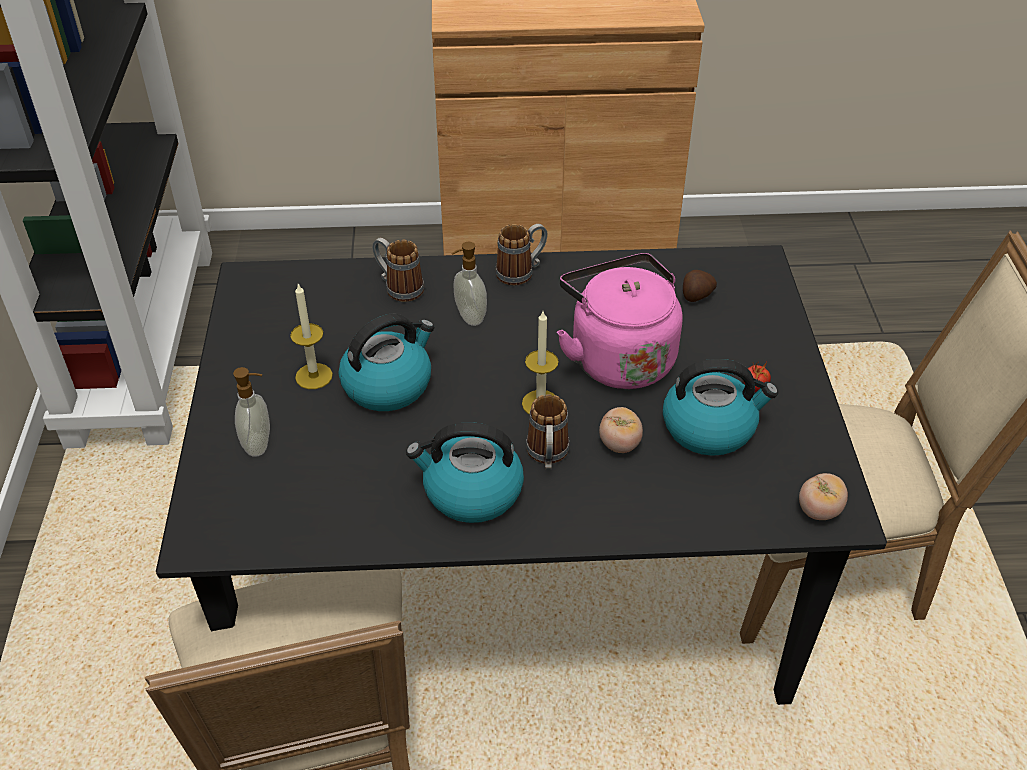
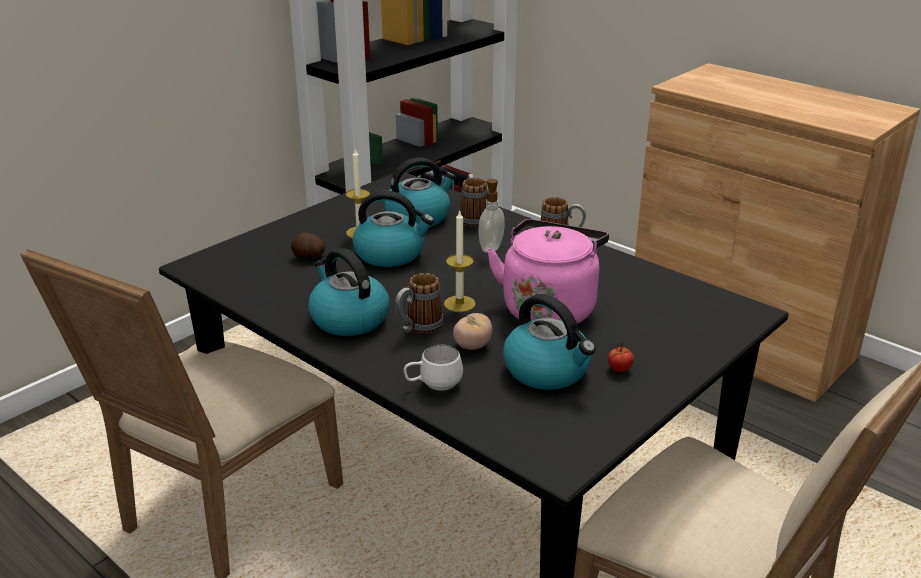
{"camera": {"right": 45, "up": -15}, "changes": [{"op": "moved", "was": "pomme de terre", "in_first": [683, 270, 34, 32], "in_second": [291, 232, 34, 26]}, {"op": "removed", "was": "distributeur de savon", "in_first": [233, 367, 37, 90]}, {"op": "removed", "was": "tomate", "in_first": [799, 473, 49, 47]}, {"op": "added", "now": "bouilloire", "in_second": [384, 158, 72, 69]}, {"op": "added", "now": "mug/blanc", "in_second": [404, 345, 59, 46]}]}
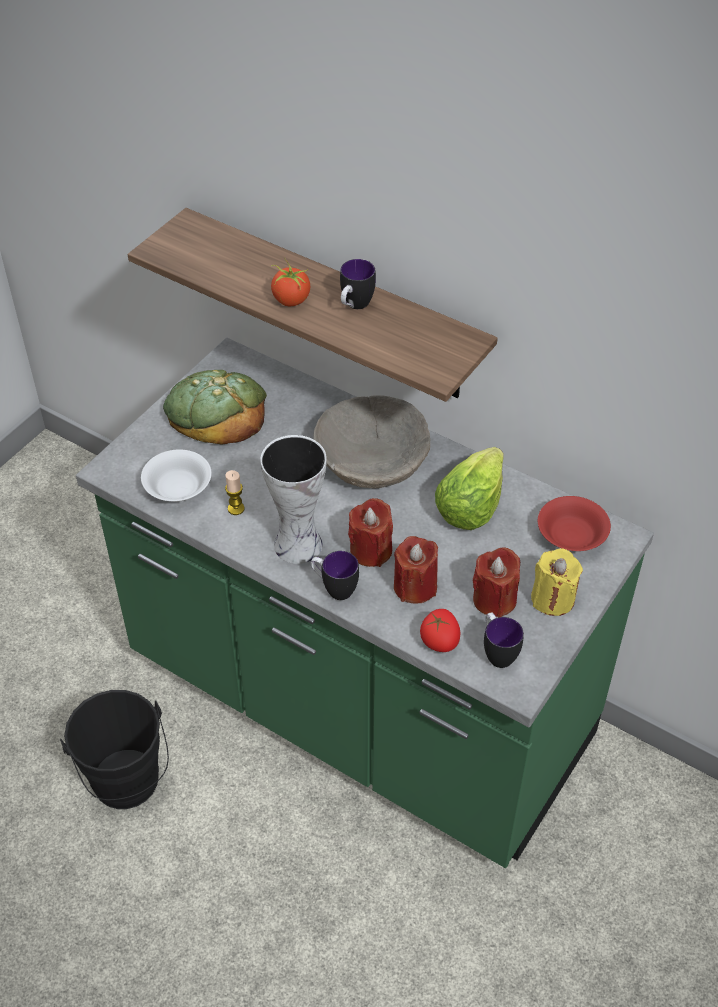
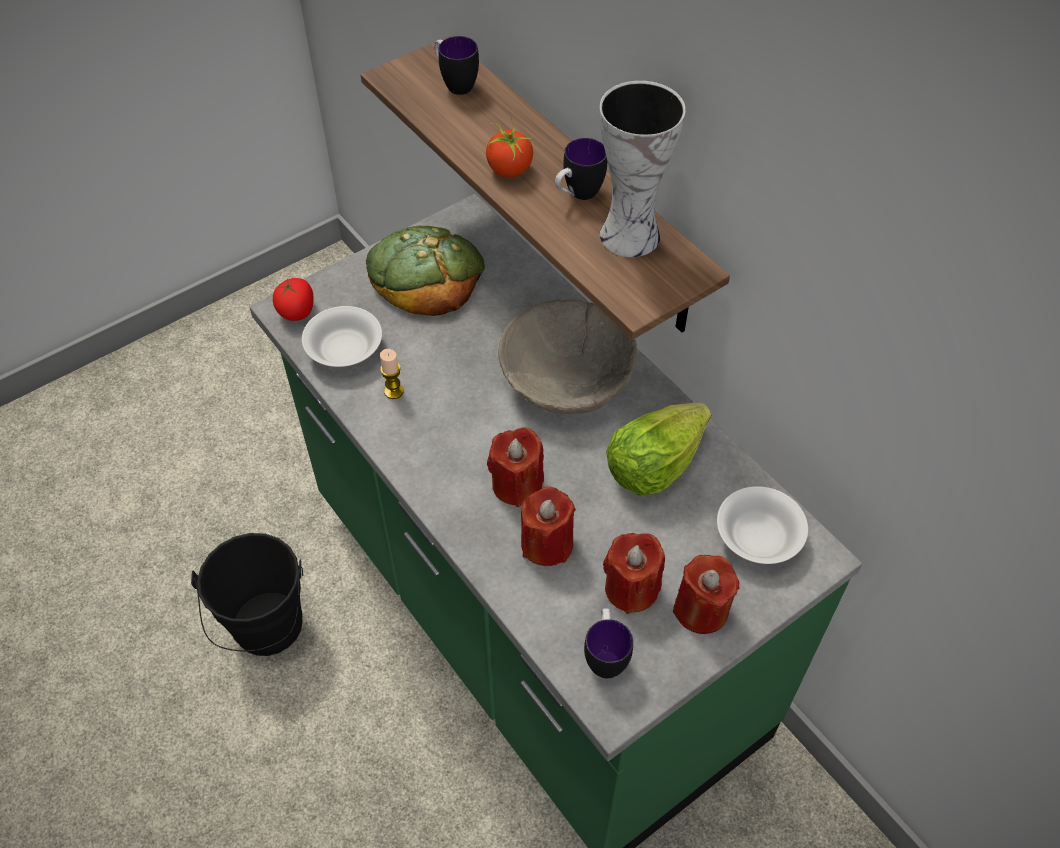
{"camera": {"right": 20, "up": 5}, "changes": [{"op": "moved", "was": "vase", "in_first": [260, 435, 67, 129], "in_second": [599, 81, 87, 176]}, {"op": "recoloured", "was": "bol/rouge", "now": "bol/blanc", "in_first": [538, 496, 73, 55], "in_second": [717, 486, 91, 78]}, {"op": "recoloured", "was": "bougie/jaune", "now": "bougie/rouge", "in_first": [531, 548, 52, 68], "in_second": [673, 555, 66, 79]}, {"op": "moved", "was": "mug", "in_first": [310, 551, 49, 49], "in_second": [434, 36, 45, 59]}, {"op": "moved", "was": "tomate", "in_first": [420, 609, 40, 43], "in_second": [273, 278, 40, 43]}]}
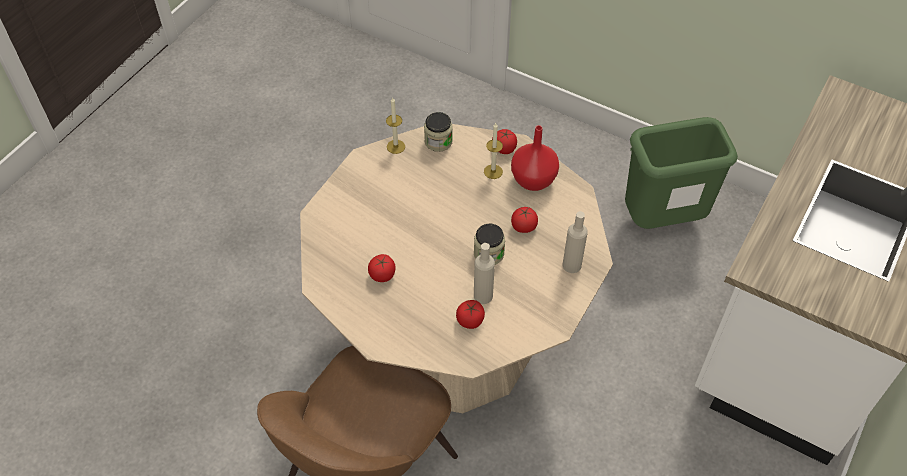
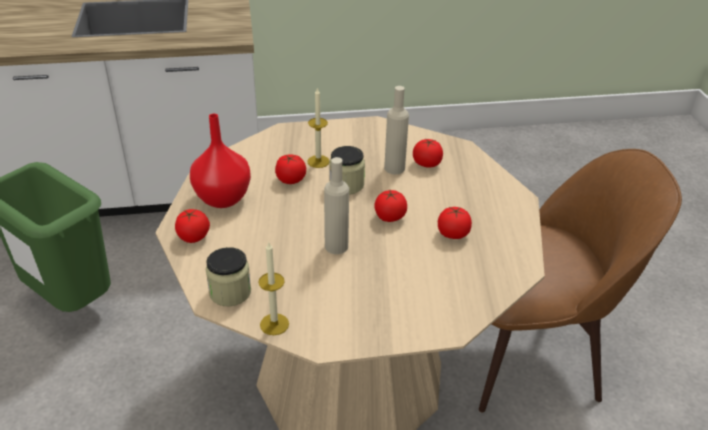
{"camera": {"right": -130, "up": -15}, "changes": [{"op": "moved", "was": "bougie", "in_first": [484, 123, 19, 56], "in_second": [307, 87, 22, 81]}, {"op": "moved", "was": "bouteille/beige", "in_first": [563, 211, 25, 62], "in_second": [324, 157, 25, 97]}, {"op": "added", "now": "tomate", "in_second": [374, 190, 33, 32]}]}
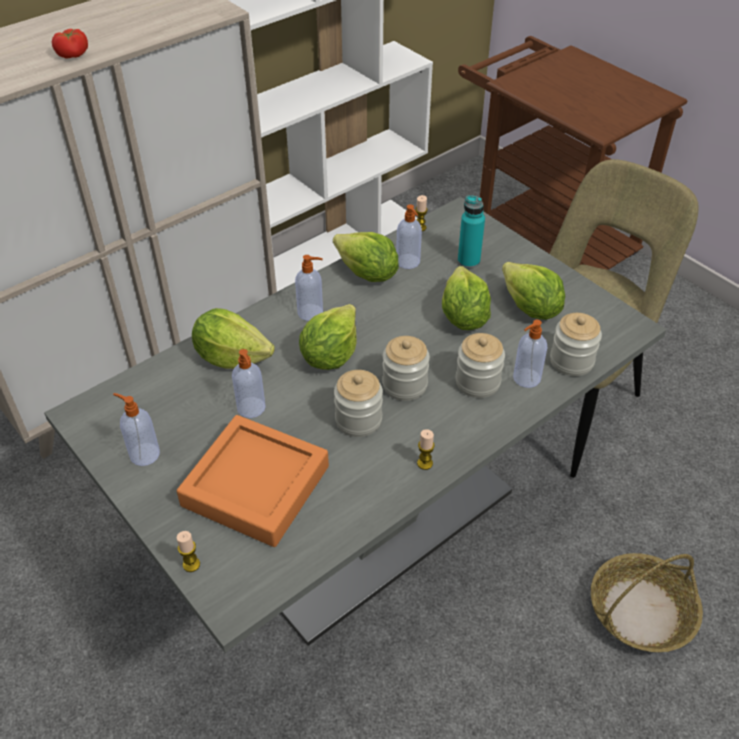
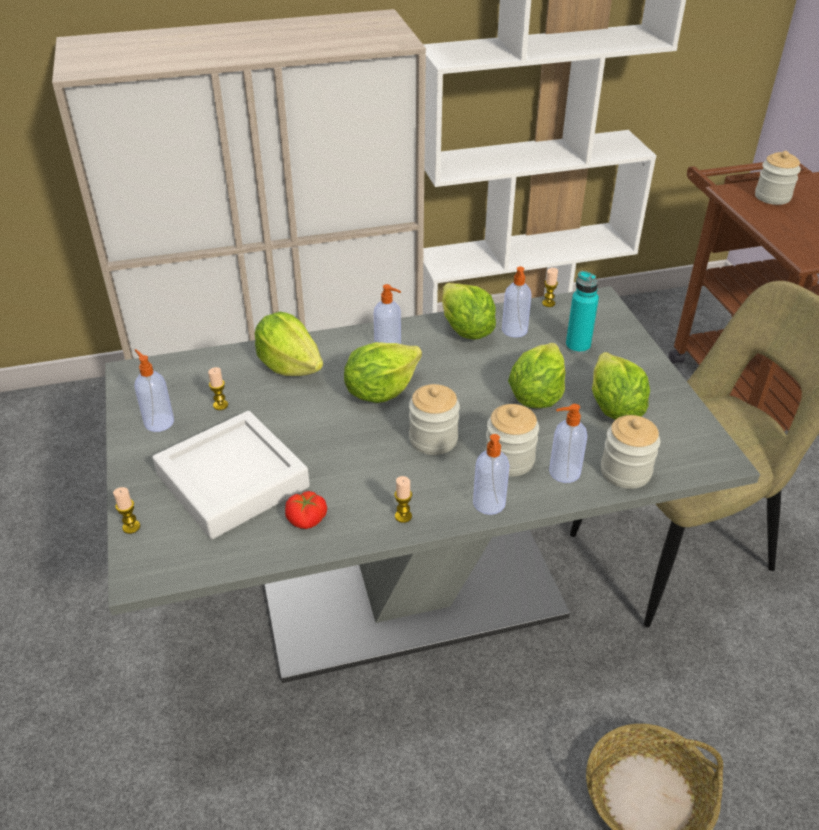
{"camera": {"right": 25, "up": -5}, "changes": [{"op": "moved", "was": "tomate", "in_first": [52, 29, 36, 29], "in_second": [285, 491, 42, 38]}, {"op": "moved", "was": "distributeur de savon", "in_first": [232, 349, 34, 69], "in_second": [473, 434, 36, 81]}, {"op": "moved", "was": "bocal", "in_first": [334, 370, 49, 67], "in_second": [755, 151, 46, 54]}, {"op": "recoloured", "was": "plateau/orange", "now": "plateau/blanc", "in_first": [177, 415, 152, 132], "in_second": [152, 411, 158, 128]}, {"op": "added", "now": "bougie", "in_second": [208, 367, 20, 43]}]}
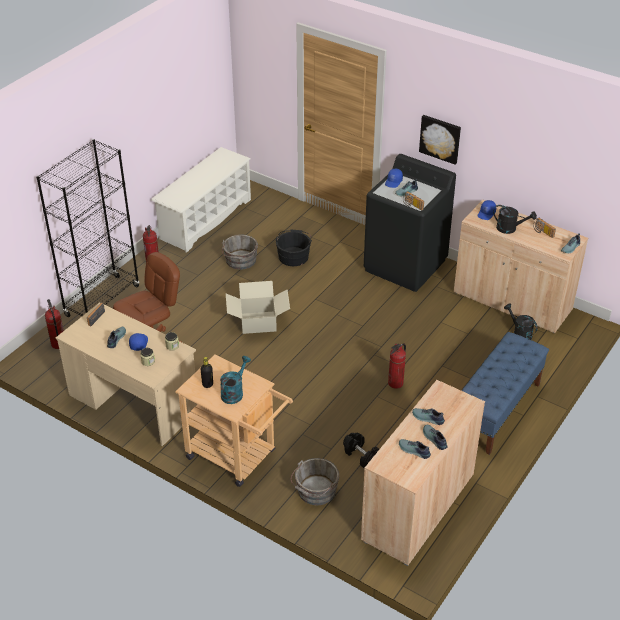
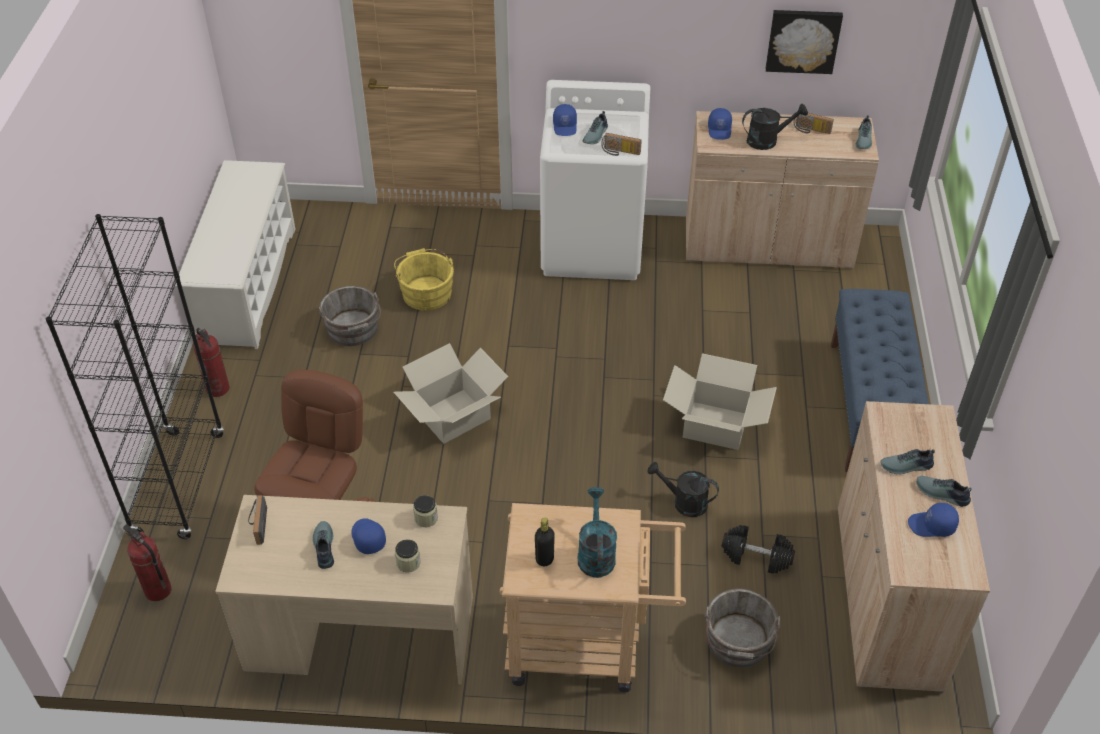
{"camera": {"right": -30, "up": 5}, "changes": [{"op": "moved", "was": "tableau", "in_first": [419, 115, 42, 50], "in_second": [766, 10, 77, 64]}, {"op": "recoloured", "was": "lave-linge/noir", "now": "lave-linge/blanc", "in_first": [364, 154, 92, 138], "in_second": [540, 80, 110, 200]}, {"op": "recoloured", "was": "seau/noir", "now": "seau/jaune", "in_first": [276, 229, 36, 37], "in_second": [394, 248, 60, 63]}, {"op": "moved", "was": "arrosoir/noir", "in_first": [504, 304, 34, 36], "in_second": [647, 462, 72, 55]}, {"op": "replaced", "was": "extincteur", "now": "carton", "in_first": [388, 343, 18, 46], "in_second": [663, 353, 114, 97]}, {"op": "replaced", "was": "chaussure", "now": "casquette/bleu", "in_first": [399, 439, 32, 20], "in_second": [908, 503, 51, 34]}]}
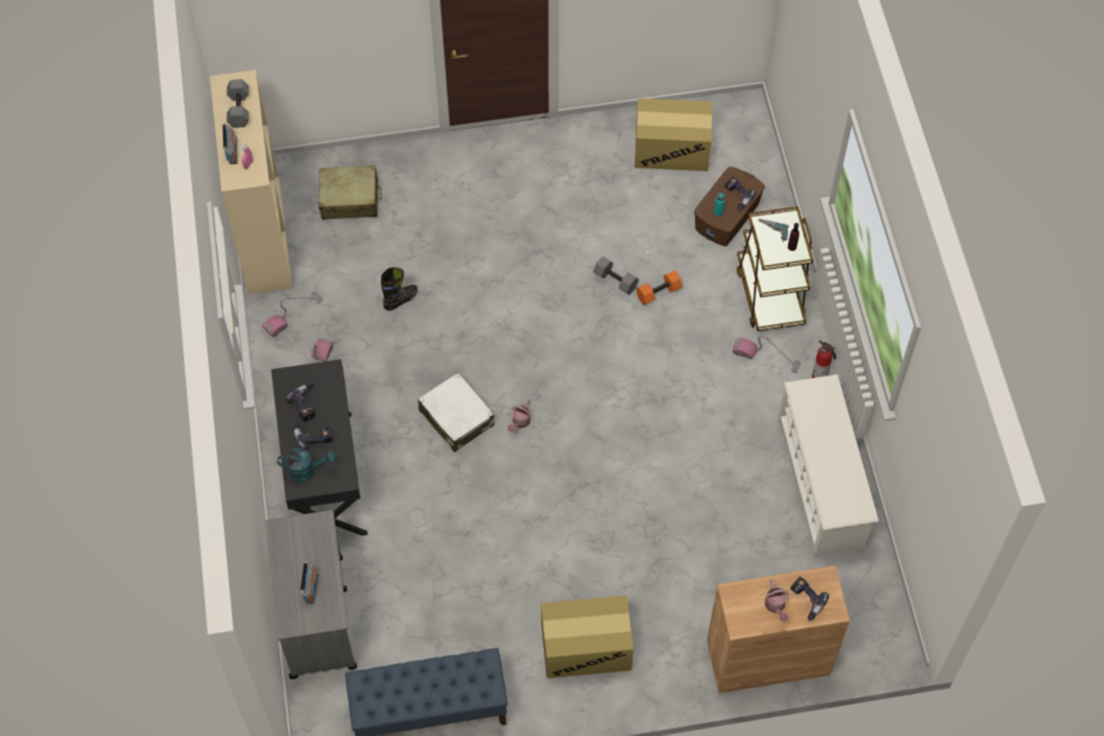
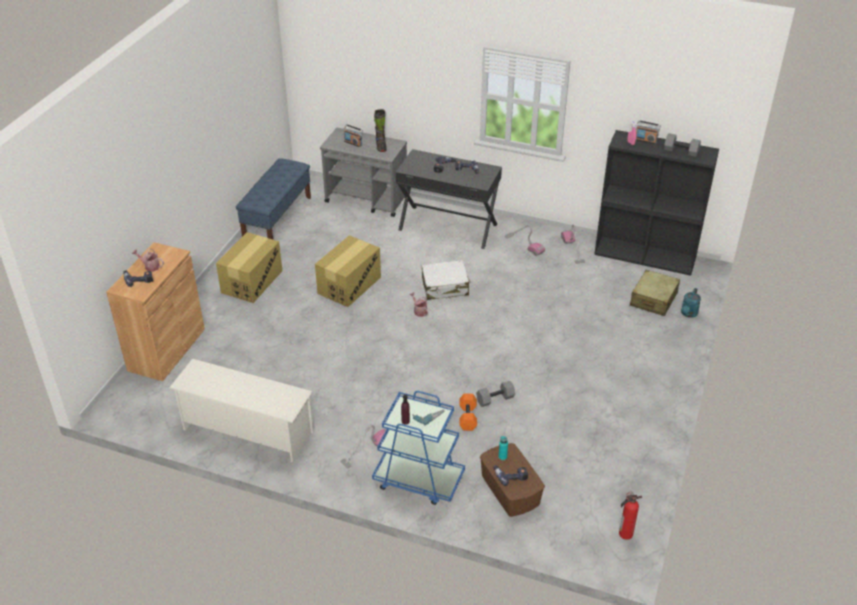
{"camera": {"right": 120, "up": -20}, "changes": [{"op": "recoloured", "was": "bibliothèque/beige", "now": "bibliothèque/noir", "in_first": [210, 70, 82, 224], "in_second": [594, 130, 125, 146]}, {"op": "moved", "was": "carton", "in_first": [635, 98, 77, 73], "in_second": [315, 235, 66, 72]}, {"op": "recoloured", "was": "chariot/marron", "now": "chariot/bleu", "in_first": [737, 206, 77, 125], "in_second": [372, 391, 93, 114]}, {"op": "moved", "was": "botte/noir", "in_first": [381, 267, 37, 44], "in_second": [374, 109, 13, 43]}, {"op": "moved", "was": "extincteur", "in_first": [812, 340, 24, 38], "in_second": [619, 491, 23, 49]}, {"op": "moved", "was": "arrosoir/turquoise", "in_first": [277, 448, 59, 34], "in_second": [681, 288, 20, 30]}]}
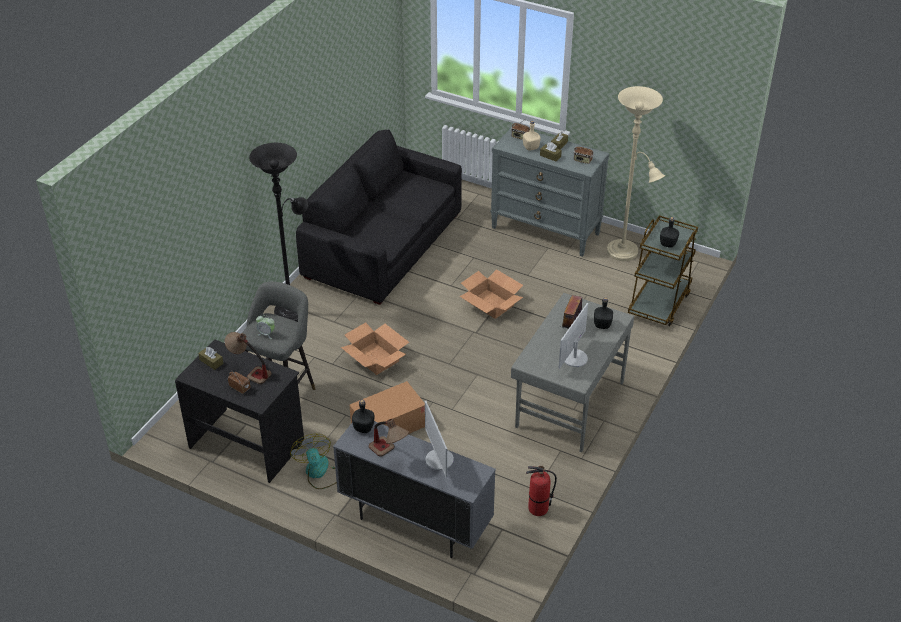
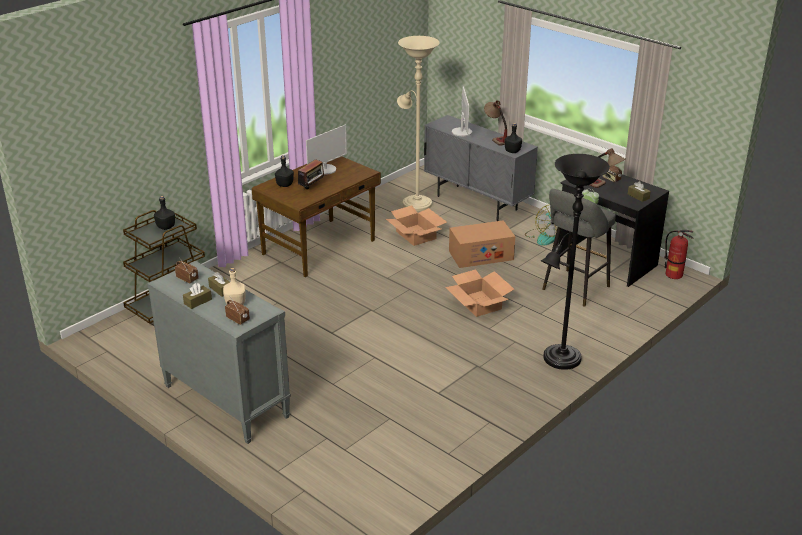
{"camera": {"right": -165, "up": -10}, "changes": [{"op": "moved", "was": "lampadaire/beige", "in_first": [607, 86, 58, 175], "in_second": [397, 36, 43, 175]}, {"op": "removed", "was": "canapé/noir", "in_first": [296, 130, 166, 175]}, {"op": "moved", "was": "carton", "in_first": [460, 269, 63, 50], "in_second": [386, 206, 61, 40]}, {"op": "recoloured", "was": "bureau/gris", "now": "bureau/marron", "in_first": [511, 293, 123, 160], "in_second": [252, 156, 129, 121]}, {"op": "moved", "was": "extincteur", "in_first": [526, 466, 31, 50], "in_second": [665, 230, 28, 49]}]}
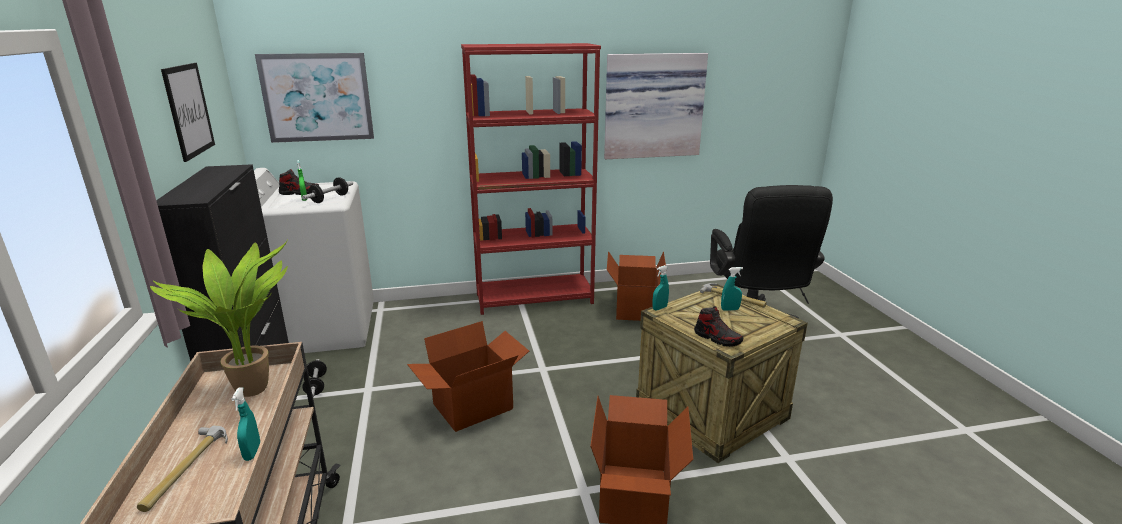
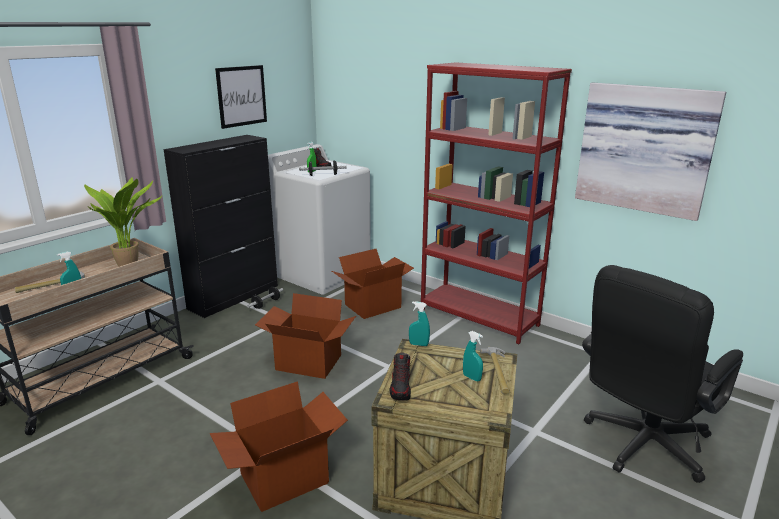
{"camera": {"right": 50, "up": 0}, "changes": [{"op": "removed", "was": "tableau", "in_first": [255, 53, 119, 90]}, {"op": "moved", "was": "carton", "in_first": [607, 251, 59, 70], "in_second": [332, 249, 82, 70]}]}
